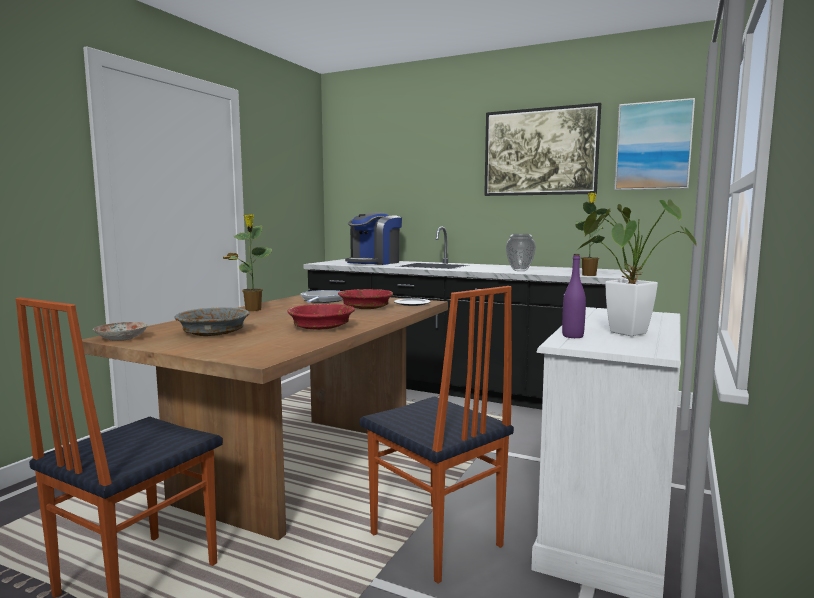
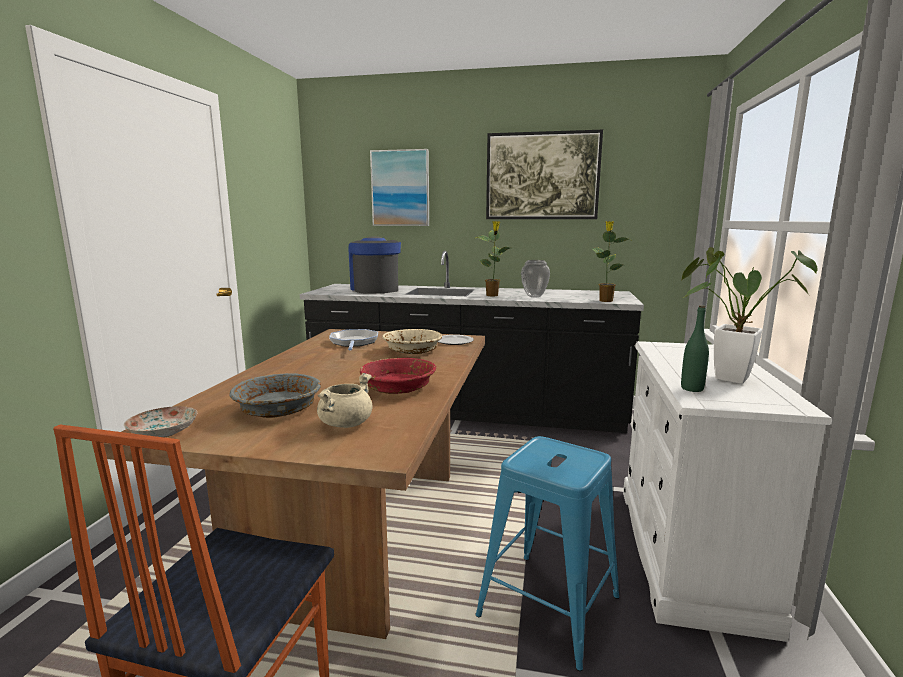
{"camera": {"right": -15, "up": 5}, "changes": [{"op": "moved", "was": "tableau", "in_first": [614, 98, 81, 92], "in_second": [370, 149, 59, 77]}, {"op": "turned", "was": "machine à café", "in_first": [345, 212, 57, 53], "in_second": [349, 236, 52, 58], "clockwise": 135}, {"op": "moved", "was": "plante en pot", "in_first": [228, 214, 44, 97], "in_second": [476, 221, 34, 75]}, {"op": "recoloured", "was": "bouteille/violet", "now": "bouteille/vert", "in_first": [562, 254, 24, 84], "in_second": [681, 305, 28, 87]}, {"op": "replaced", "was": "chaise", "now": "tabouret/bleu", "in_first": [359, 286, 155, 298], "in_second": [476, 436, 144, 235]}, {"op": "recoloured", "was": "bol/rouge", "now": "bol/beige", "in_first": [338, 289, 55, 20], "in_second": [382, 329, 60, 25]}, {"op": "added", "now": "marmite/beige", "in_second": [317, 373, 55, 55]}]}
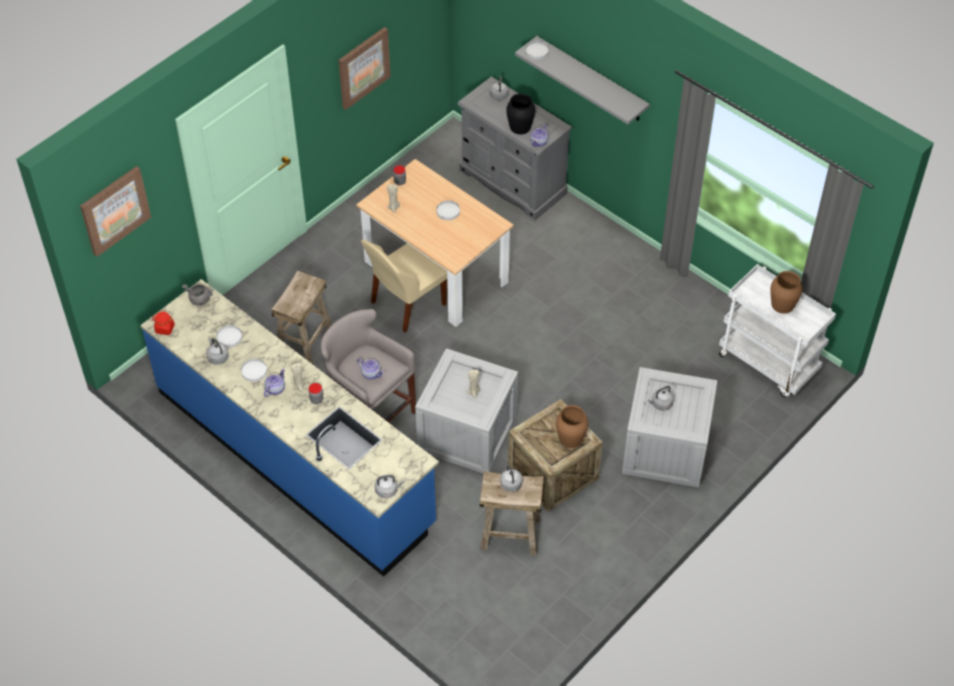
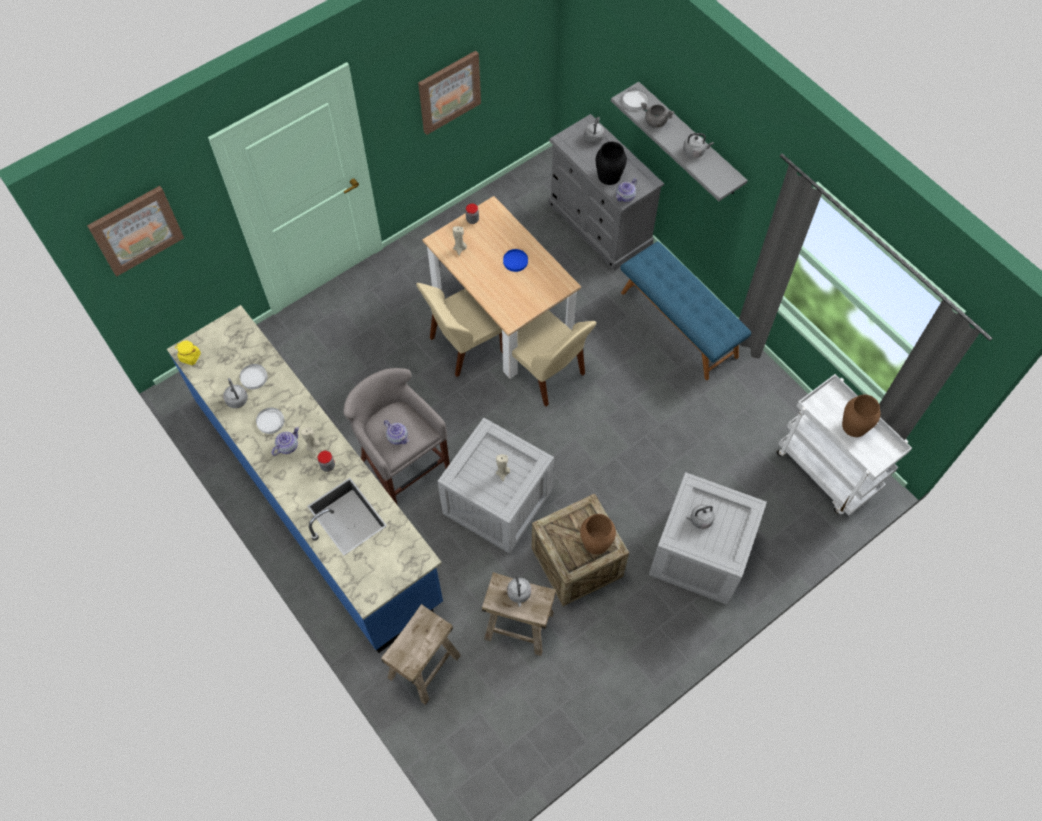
{"camera": {"right": 10, "up": 10}, "changes": [{"op": "recoloured", "was": "assiette/blanc", "now": "assiette/bleu", "in_first": [436, 200, 24, 20], "in_second": [503, 249, 25, 23]}, {"op": "moved", "was": "tabouret/beige", "in_first": [271, 270, 61, 95], "in_second": [381, 604, 80, 101]}, {"op": "moved", "was": "marmite/gris", "in_first": [182, 284, 32, 22], "in_second": [641, 102, 33, 26]}, {"op": "recoloured", "was": "bocal/rouge", "now": "bocal/jaune", "in_first": [152, 311, 23, 24], "in_second": [175, 340, 26, 25]}, {"op": "moved", "was": "bouilloire/gris", "in_first": [375, 475, 29, 23], "in_second": [683, 133, 31, 25]}, {"op": "added", "now": "banc/bleu", "in_second": [621, 241, 130, 139]}, {"op": "added", "now": "chaise/beige", "in_second": [512, 310, 84, 97]}]}
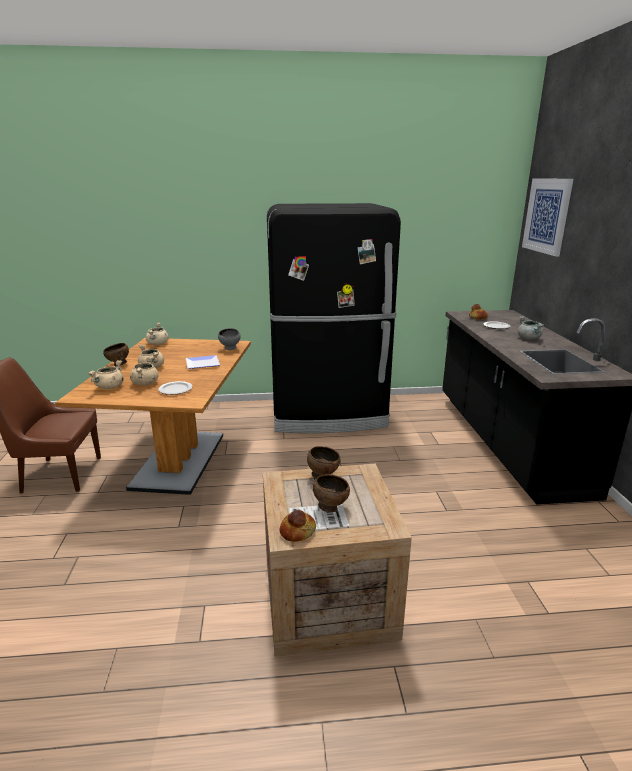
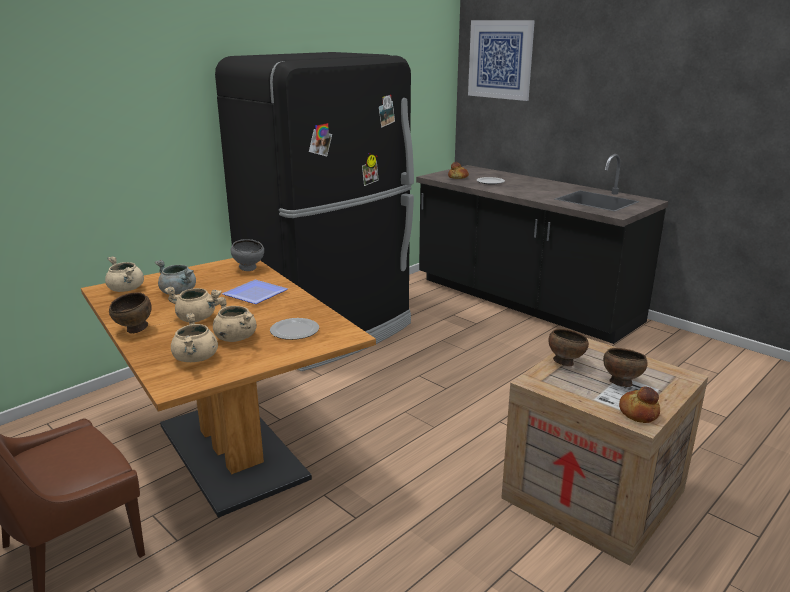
{"camera": {"right": -40, "up": 0}, "changes": [{"op": "moved", "was": "marmite/gris", "in_first": [518, 316, 26, 23], "in_second": [155, 260, 41, 35]}]}
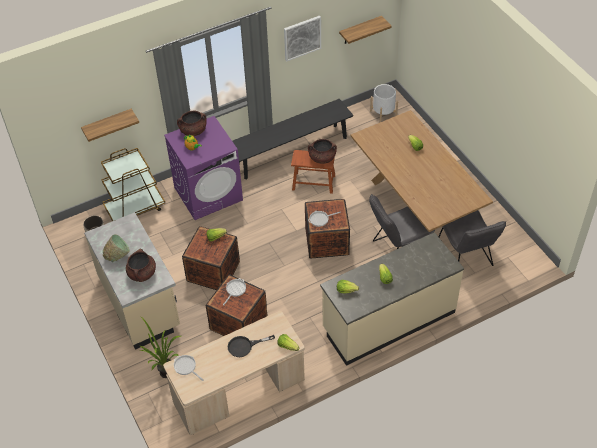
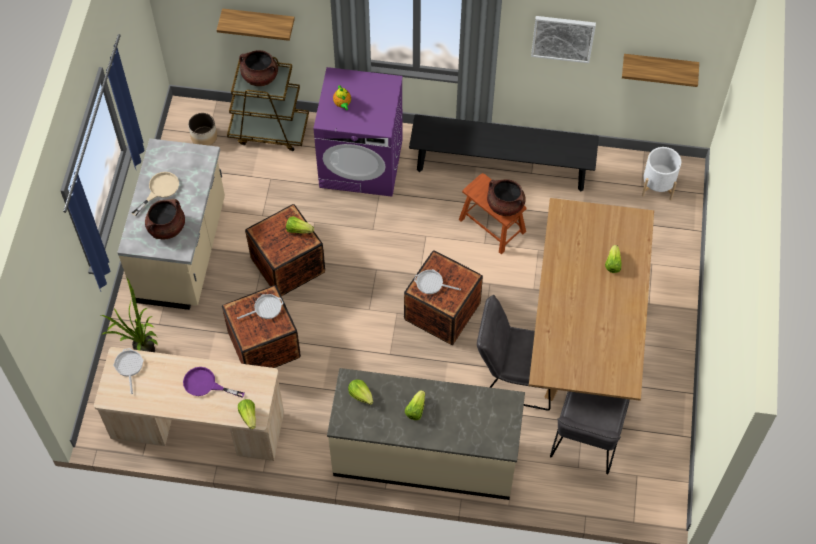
{"camera": {"right": 35, "up": 10}, "changes": [{"op": "moved", "was": "marmite/marron", "in_first": [177, 111, 29, 25], "in_second": [239, 50, 39, 36]}, {"op": "replaced", "was": "bol/vert", "now": "poêle/beige", "in_first": [103, 234, 27, 28], "in_second": [132, 172, 47, 44]}, {"op": "recoloured", "was": "poêle/noir", "now": "poêle/violet", "in_first": [227, 335, 48, 22], "in_second": [183, 367, 61, 31]}]}
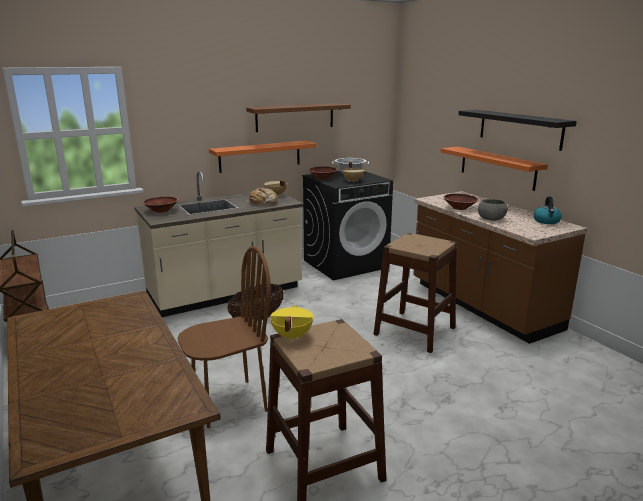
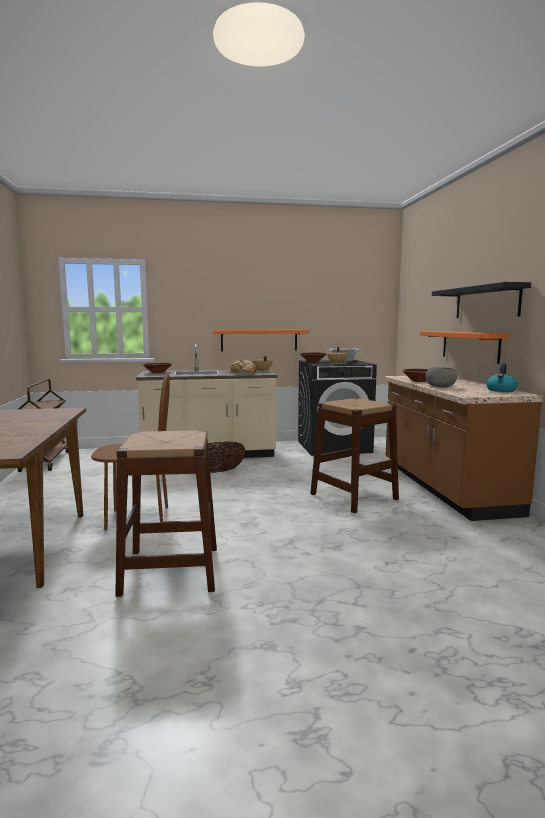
{"camera": {"right": 20, "up": -10}, "changes": [{"op": "removed", "was": "étagère/marron", "in_first": [246, 103, 105, 29]}, {"op": "removed", "was": "marmite/jaune", "in_first": [270, 305, 44, 36]}]}
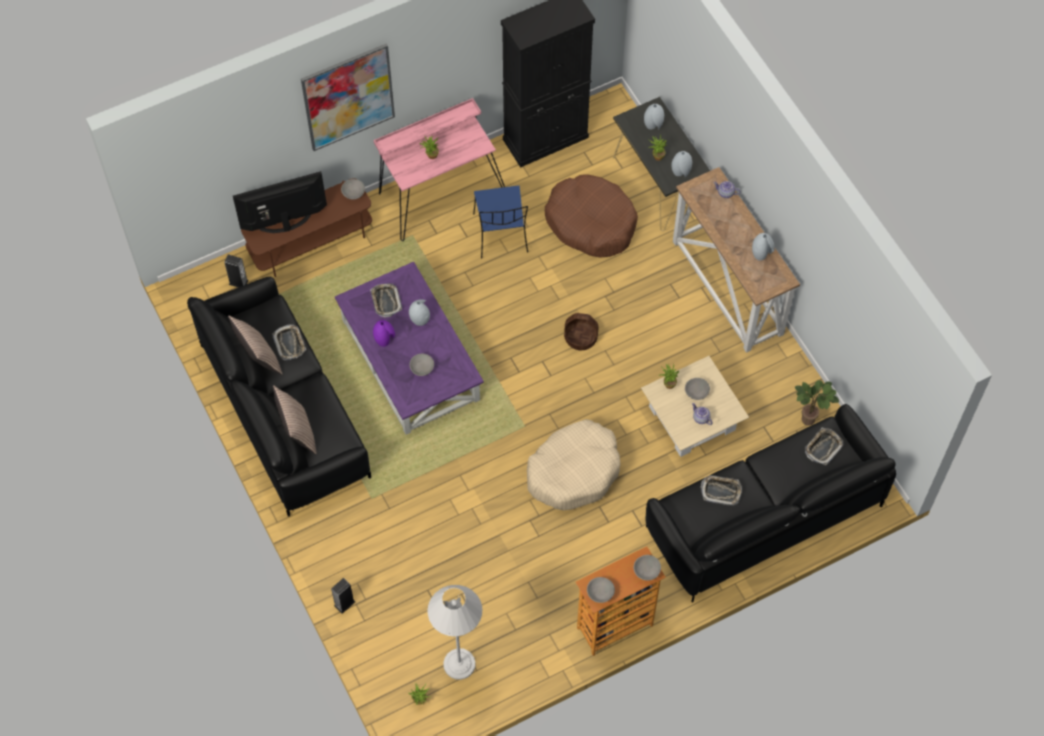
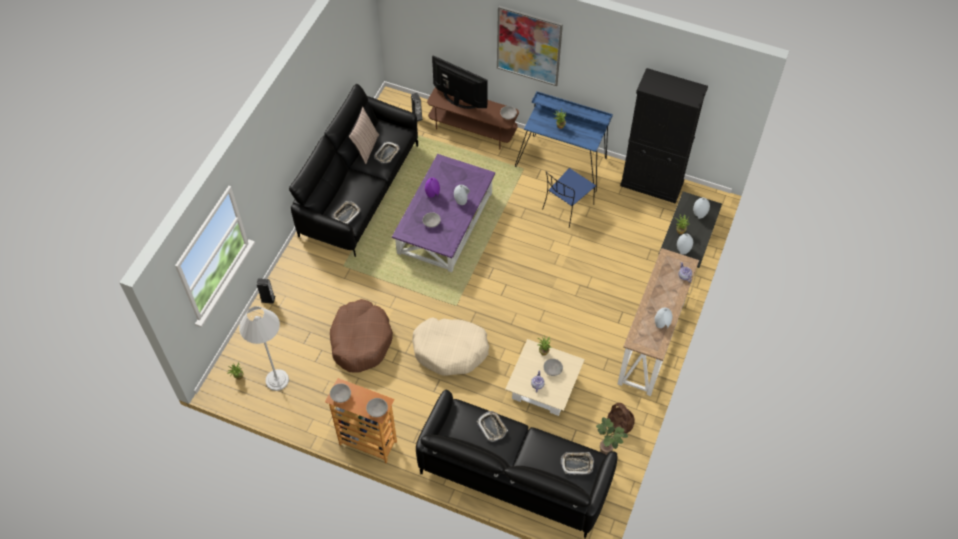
{"camera": {"right": 50, "up": -5}, "changes": [{"op": "recoloured", "was": "bureau/rose", "now": "bureau/bleu", "in_first": [373, 98, 132, 143], "in_second": [515, 91, 98, 102]}, {"op": "moved", "was": "panier pour chien/marron", "in_first": [545, 174, 93, 84], "in_second": [330, 299, 63, 74]}, {"op": "moved", "was": "plateau", "in_first": [370, 284, 32, 33], "in_second": [333, 201, 28, 23]}, {"op": "moved", "was": "panier", "in_first": [564, 313, 35, 37], "in_second": [607, 403, 28, 31]}, {"op": "removed", "was": "coussin", "in_first": [273, 385, 44, 70]}]}
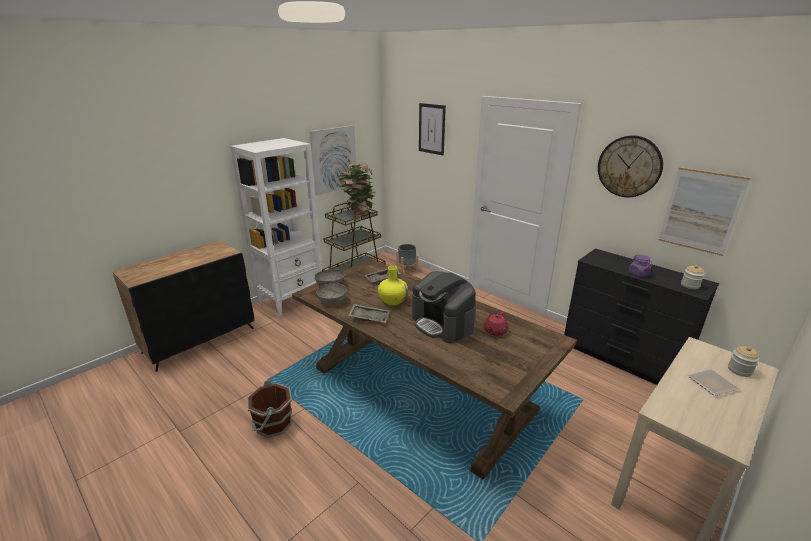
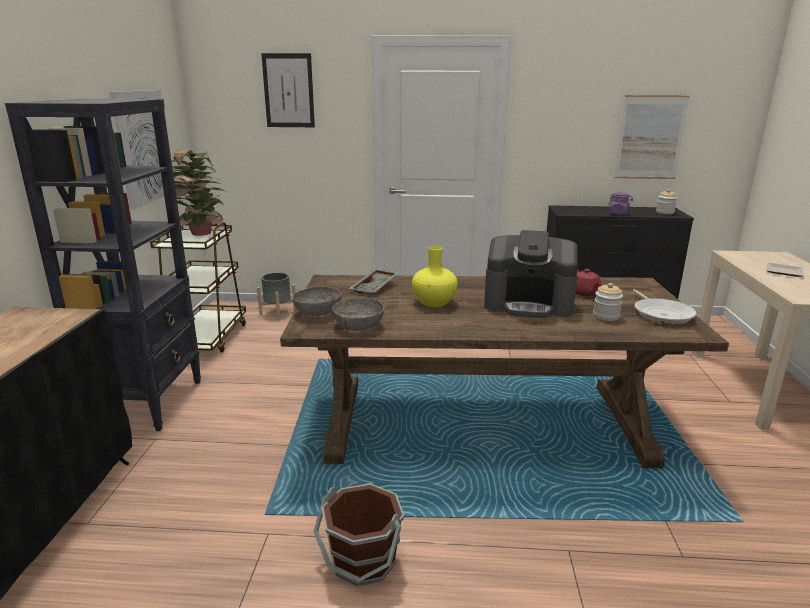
{"camera": {"right": -40, "up": -5}, "changes": [{"op": "removed", "was": "horloge murale", "in_first": [598, 135, 65, 62]}, {"op": "recoloured", "was": "bibliothèque/blanc", "now": "bibliothèque/noir", "in_first": [230, 138, 92, 180], "in_second": [5, 99, 196, 332]}, {"op": "removed", "was": "plateau/gris", "in_first": [348, 304, 42, 19]}, {"op": "moved", "was": "bocal", "in_first": [728, 346, 32, 31], "in_second": [593, 283, 30, 38]}, {"op": "added", "now": "poêle", "in_second": [633, 289, 64, 35]}]}
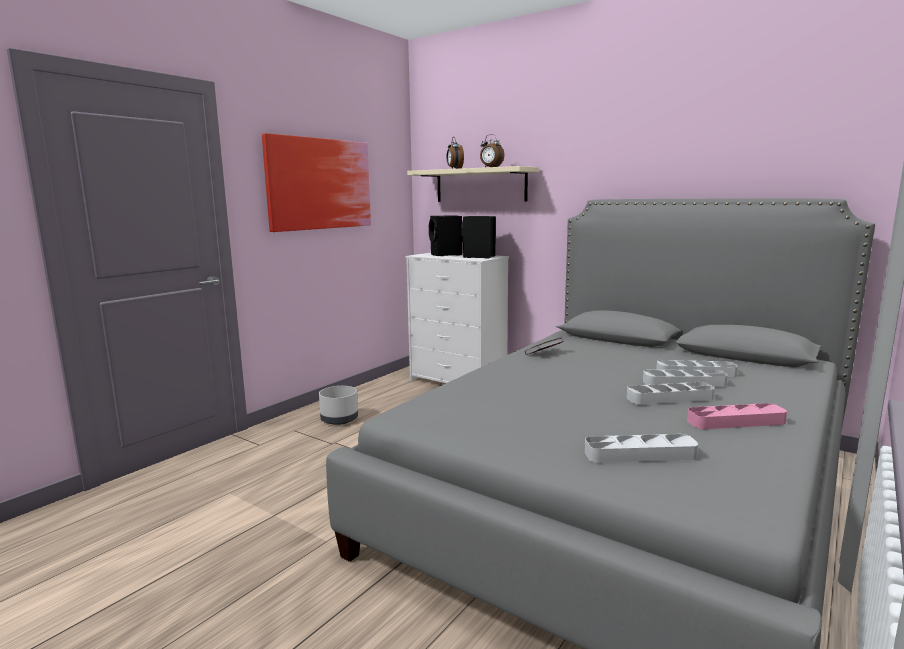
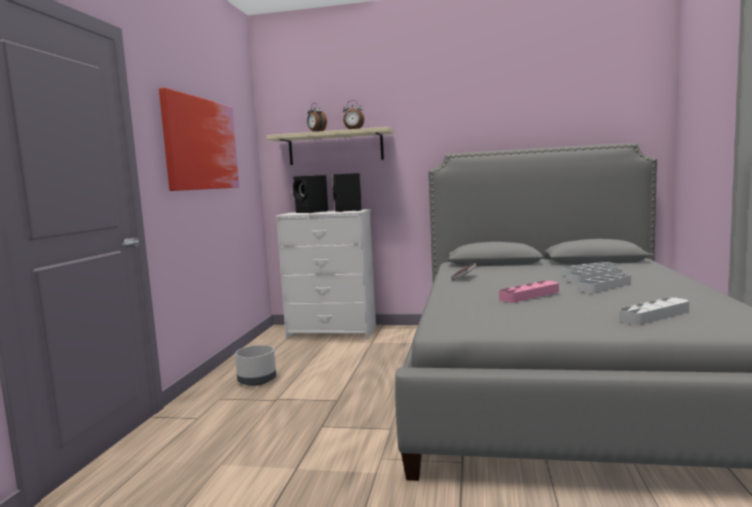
{"camera": {"right": -25, "up": -5}, "changes": [{"op": "moved", "was": "plateau/rose", "in_first": [687, 403, 100, 26], "in_second": [499, 281, 60, 22]}]}
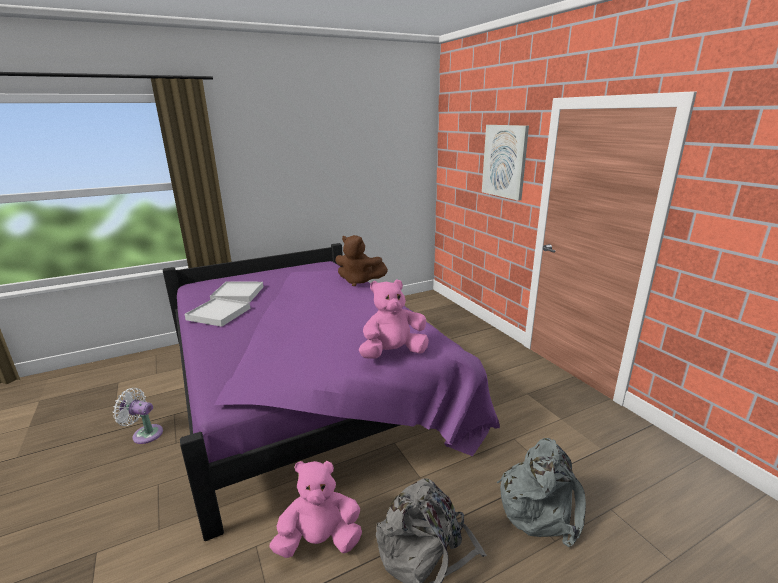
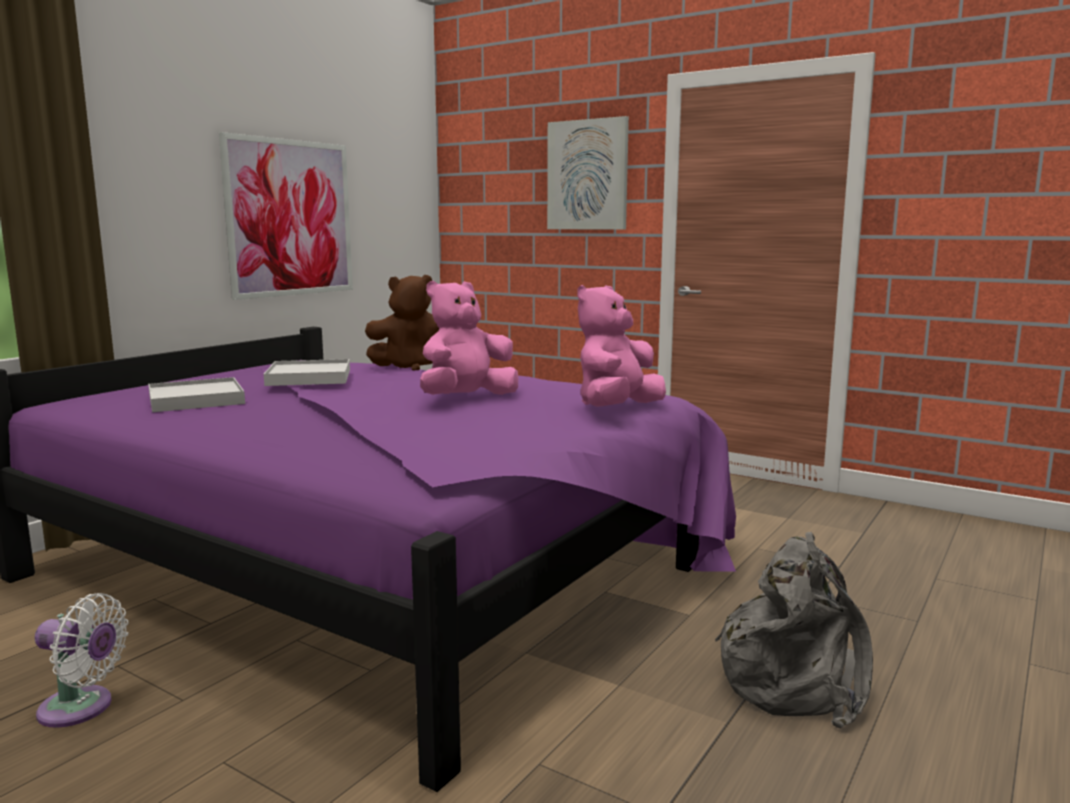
{"camera": {"right": -30, "up": -10}, "changes": [{"op": "moved", "was": "plateau/blanc", "in_first": [184, 297, 66, 30], "in_second": [264, 359, 86, 27]}, {"op": "turned", "was": "ventilateur/blanc", "in_first": [113, 388, 50, 56], "in_second": [35, 593, 93, 135], "clockwise": -150}, {"op": "removed", "was": "sac à dos/gris", "in_first": [497, 438, 89, 109]}, {"op": "moved", "was": "peluche/rose", "in_first": [270, 461, 92, 97], "in_second": [420, 281, 98, 114]}, {"op": "added", "now": "tableau", "in_second": [219, 132, 134, 168]}]}
